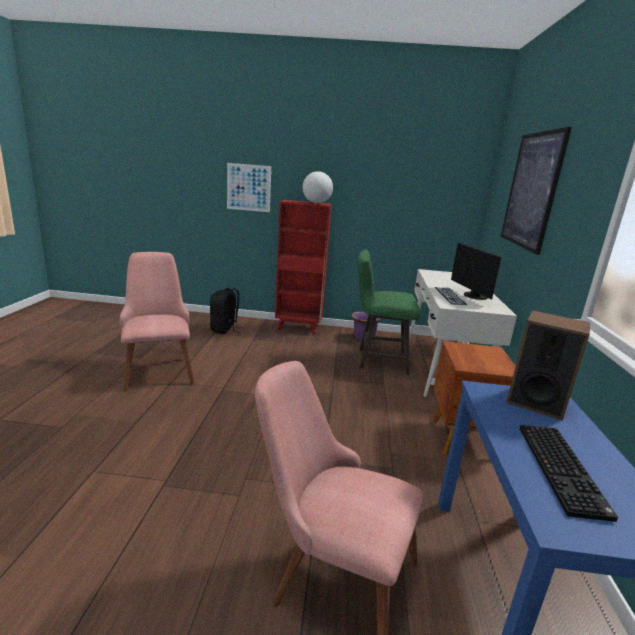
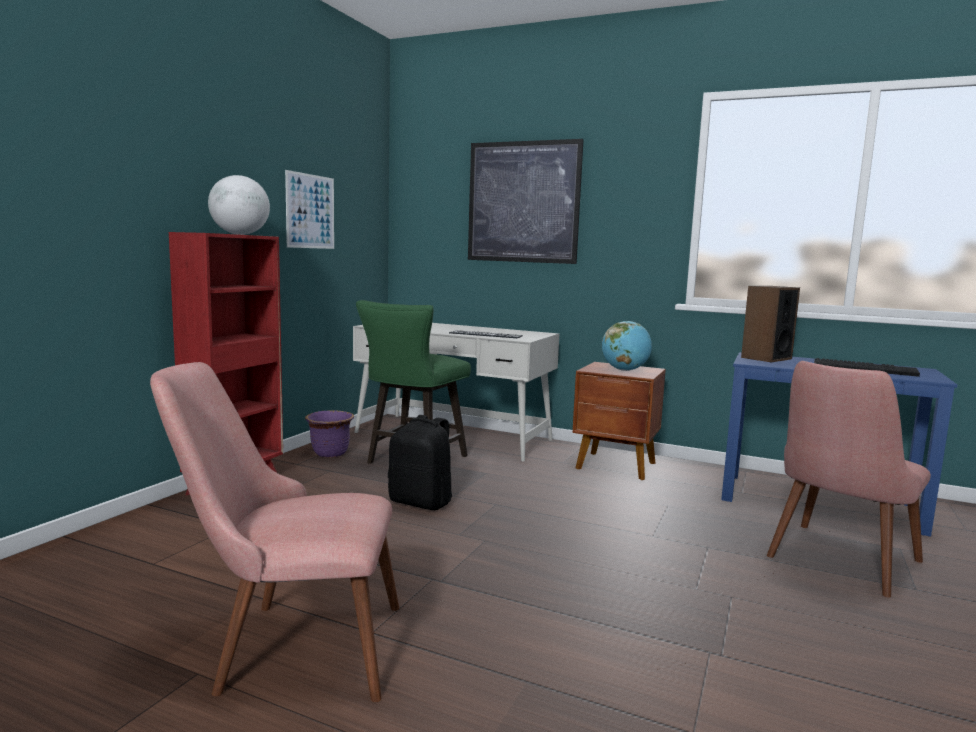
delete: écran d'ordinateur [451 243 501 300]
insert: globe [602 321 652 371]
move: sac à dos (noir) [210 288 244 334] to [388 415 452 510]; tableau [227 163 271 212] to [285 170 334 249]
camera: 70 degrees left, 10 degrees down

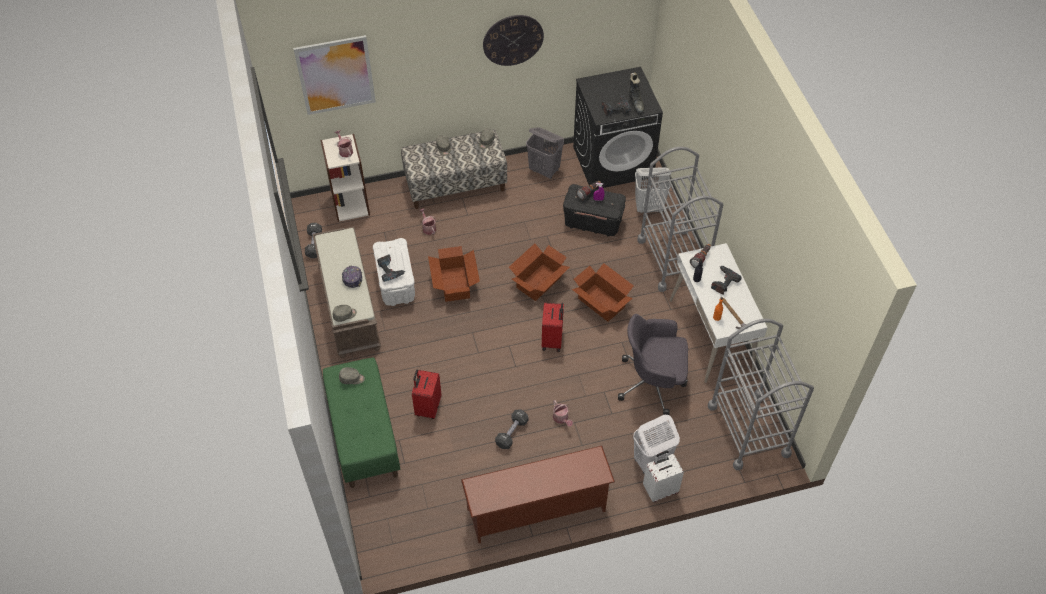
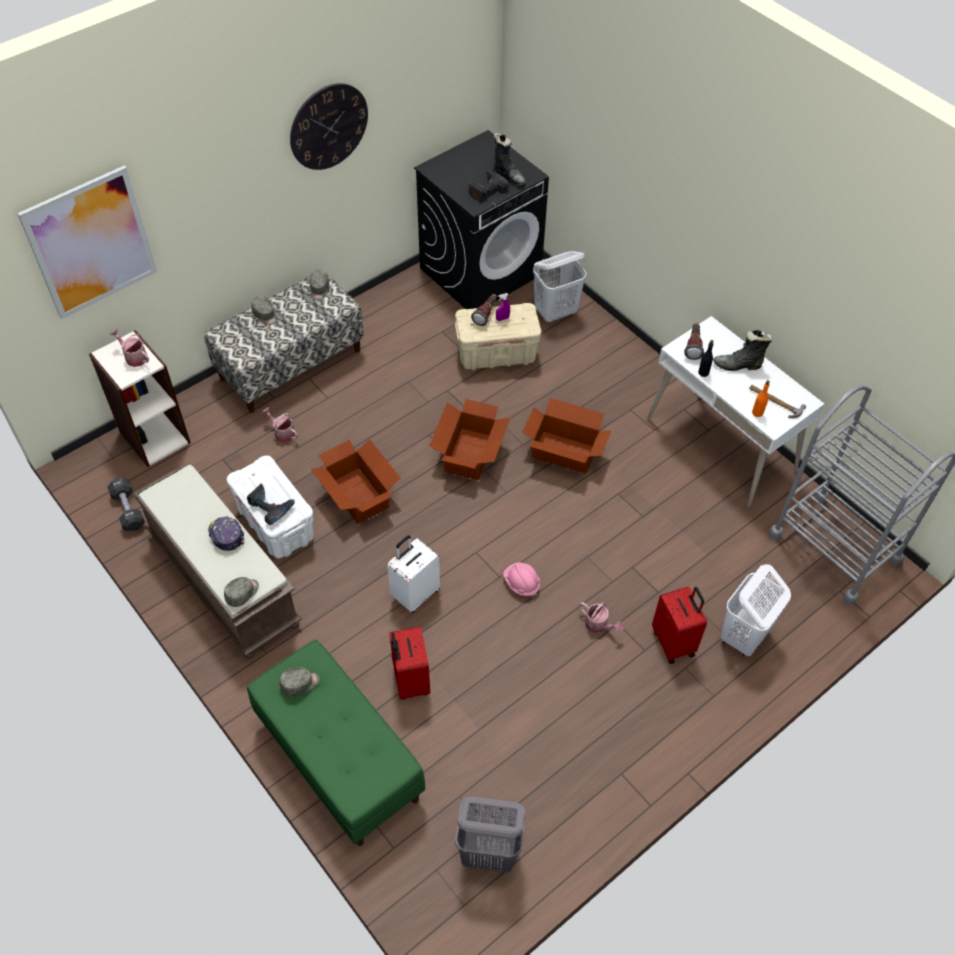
delete: étagère à chaussures (marron) [461 446 615 543]; haltère (noir) [495 410 529 449]; chaise de bureau (gris) [618 314 688 415]; chariot (gris) [638 146 723 292]
insert: casque de chantier (rose) [503 562 540 597]
move: panier à linge (gris) [526 127 564 179] to [455 796 525 873]; valise (rouge) [542 303 564 352] to [652 587 707 664]; valise (blanc) [643 450 684 502] to [387 535 440 613]
replace: perceuse [711 266 742 295] to botte (noir) [713 330 772 371]
recolor: boîte de rangement (noir) [563 184 626 237] to boîte de rangement (beige) [455 303 541 370]
camera: 25 degrees left, 0 degrees up

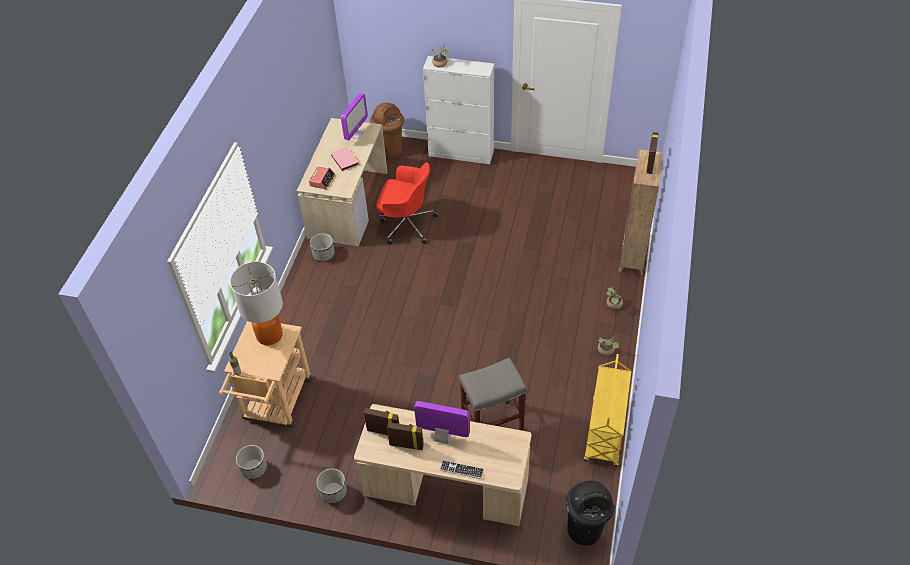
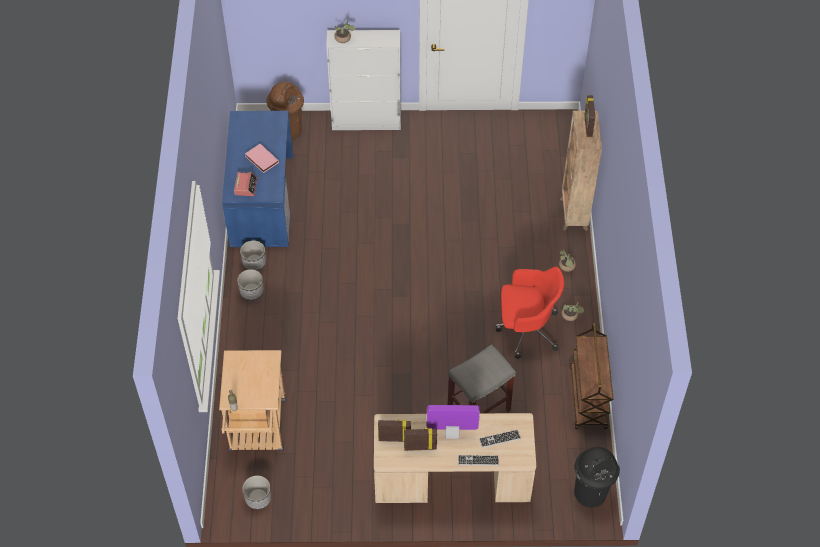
delete: lampe de table [230 261 283 345]; écran d'ordinateur [341 93 367 140]
insert: clavier [479 430 521 448]
move: cache-pot [316 468 347 504] to [237 269 264 300]; chaise de bureau (rouge) [376 162 438 245] to [496 266 564 359]
recolor: bureau (beige) [297 118 387 246] to bureau (bleu) [222 111 293 247]; chariot (jaune) [584 354 631 467] to chariot (marron) [569 323 613 429]
camera: 15 degrees left, 5 degrees up

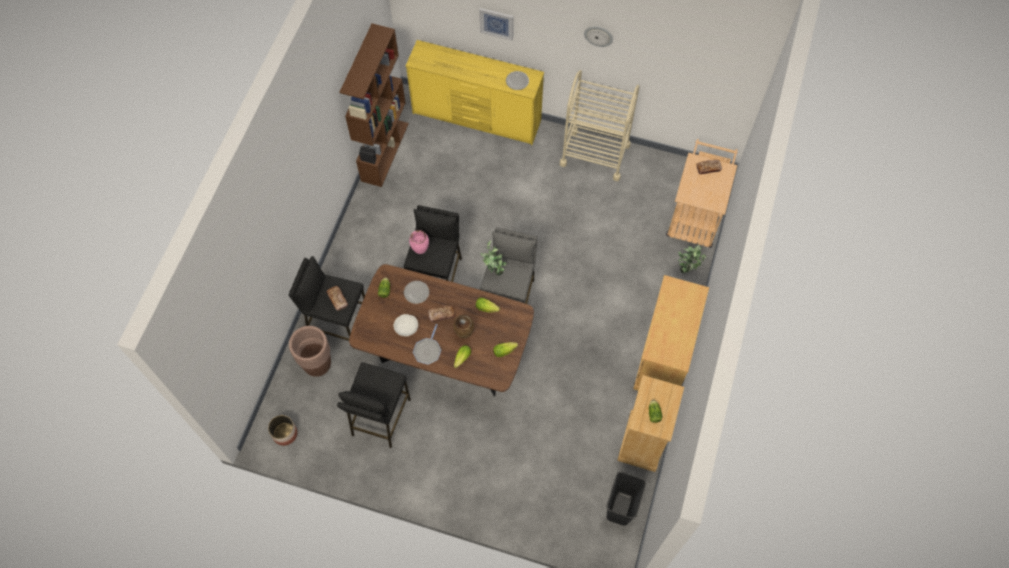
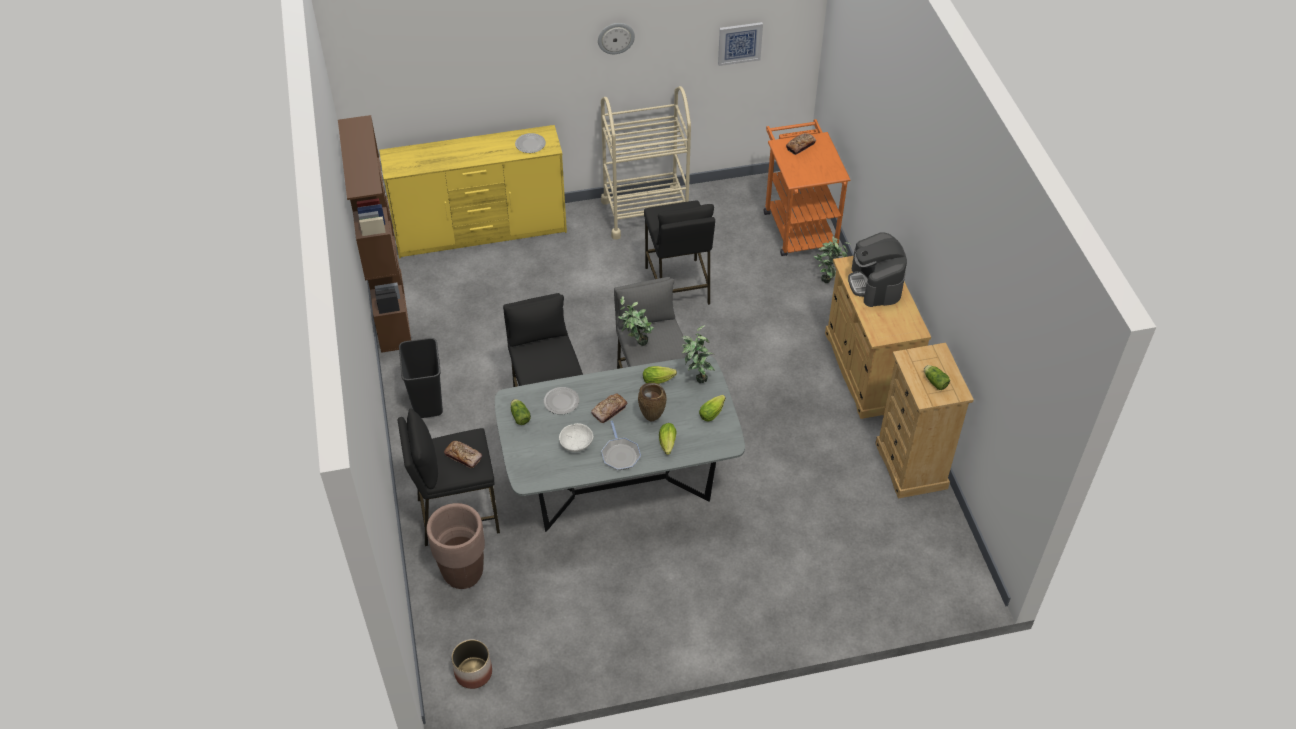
delete: vase (rose) [409 230 429 254]
insert: plante en pot [681 325 715 383]; machine à café [848 232 907 307]
move: tabouret (noir) [337 362 411 448] to [644 201 715 305]; tableau [479 8 513 41] to [718 22 763 66]; poubelle (noir) [607 471 646 526] to [399 338 443 418]
recolor: table à manger (marron) [349 264 534 397] to table à manger (gris) [495 356 745 532]; chariot (beige) [666 139 738 248] to chariot (orange) [764 119 851 256]
camera: 30 degrees left, 15 degrees down

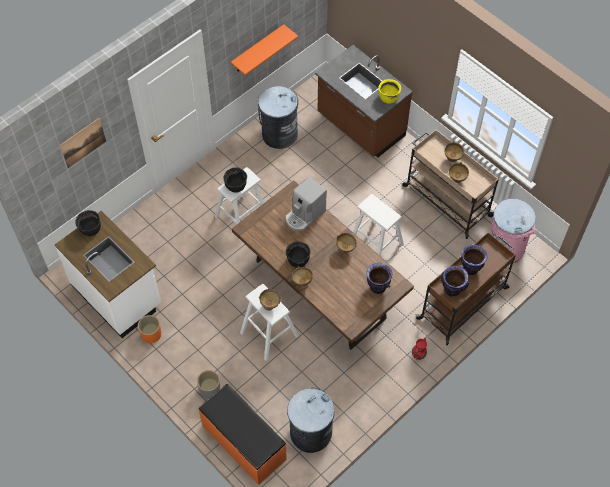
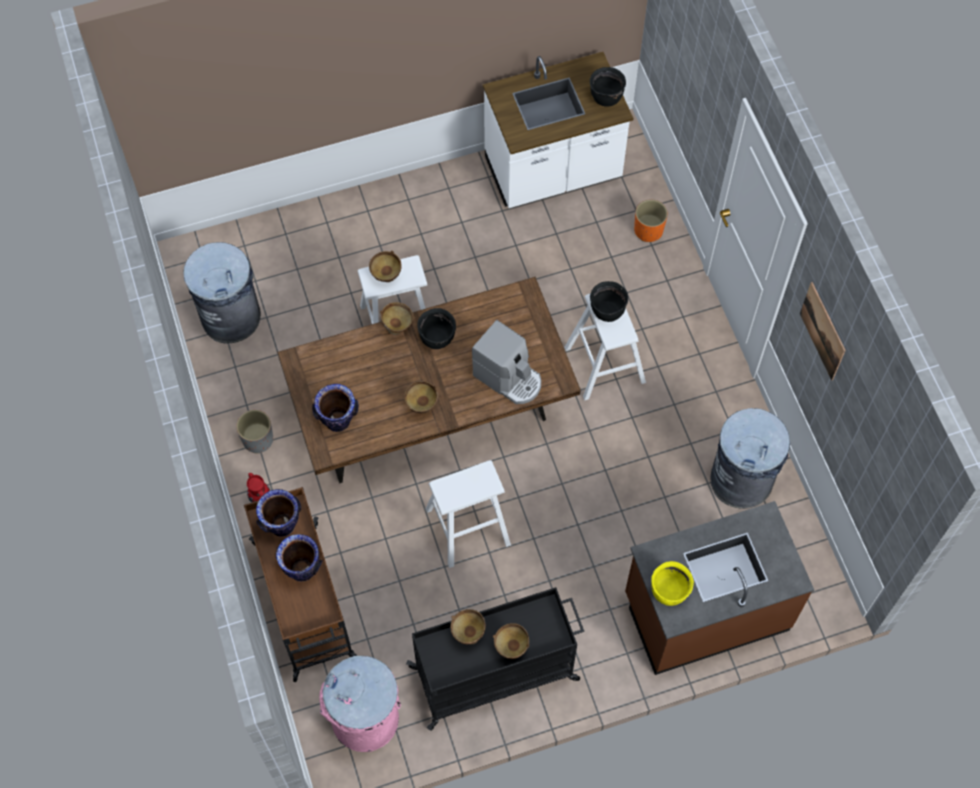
delete: banc (orange) [198 384 287 485]; étagère (orange) [231 24 298 75]
move: tableau [60 118 106 168] to [800 282 846 381]; cache-pot (orange) [138 315 161 344] to [634 199 668 242]; cache-pot (gris) [197 370 220 399] to [236 410 273 454]
recolor: chariot (beige) [402 129 499 239] to chariot (noir) [406 587 584 731]
rotate: machine à café [286 177 327 231] = [472 320 541 404] 150 degrees clockwise
camera: 115 degrees right, 5 degrees up

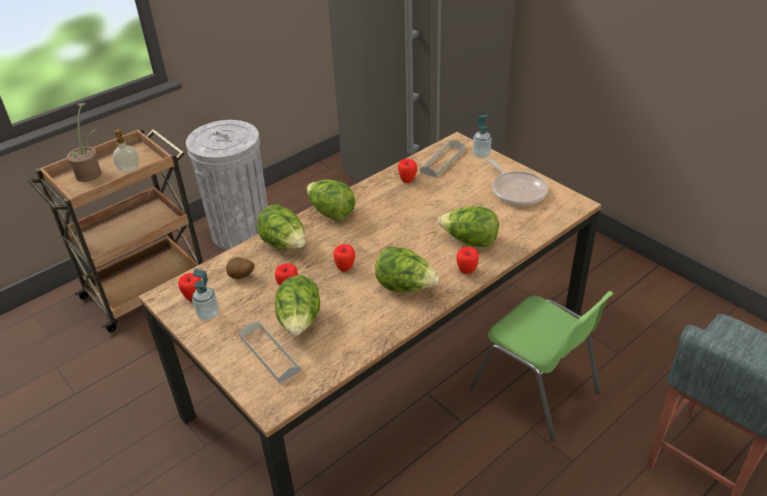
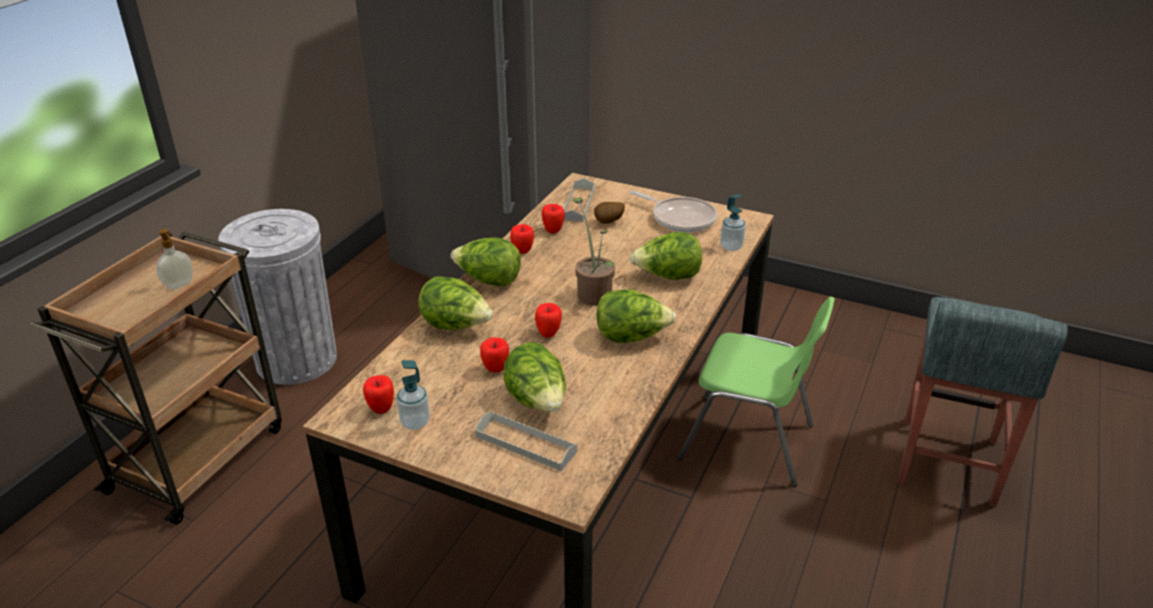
move: plante en pot [67 103 102 182] to [572 198 615 306]; pomme de terre [226 257 254 279] to [594 202 625 224]; pomme [456 247 479 274] to [510 224 534 254]; distributeur de savon [473 115 491 158] to [720 194 746 251]
camera: 25 degrees left, 5 degrees down

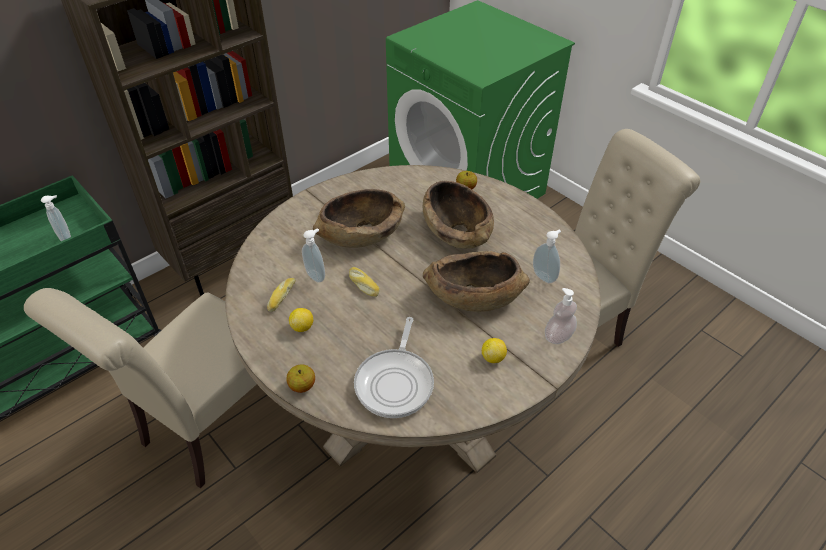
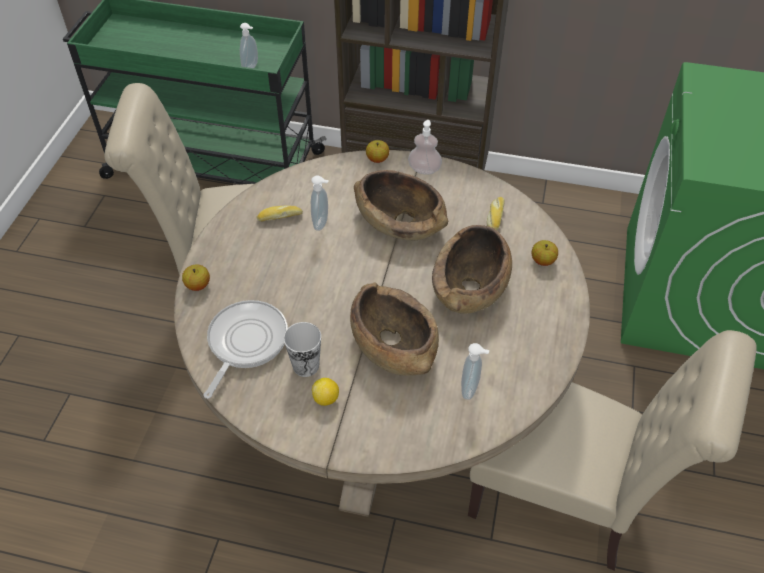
delete: citron [289 308 313 332]
insert: tasse [284 322 321 377]; pomme [366 140 389 163]
move: pain [349 267 380 297] to [487 197 505 230]; distributeur de savon [545 288 577 344] to [408 120 442 175]
rotate: poêle [354 317 434 418] = [203 300 288 399] 135 degrees clockwise
camera: 55 degrees right, 5 degrees up

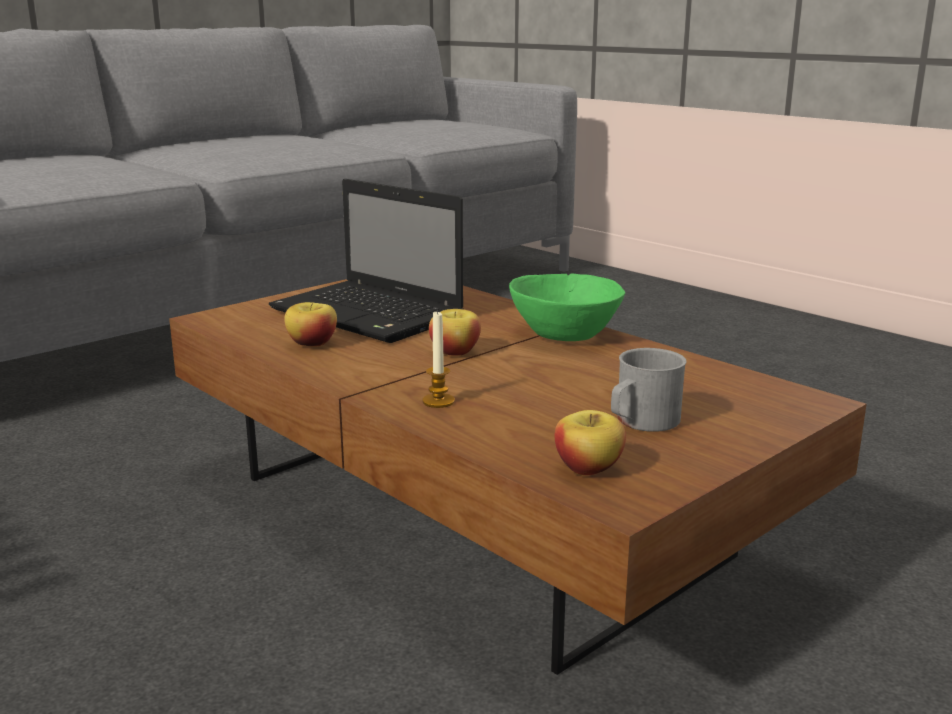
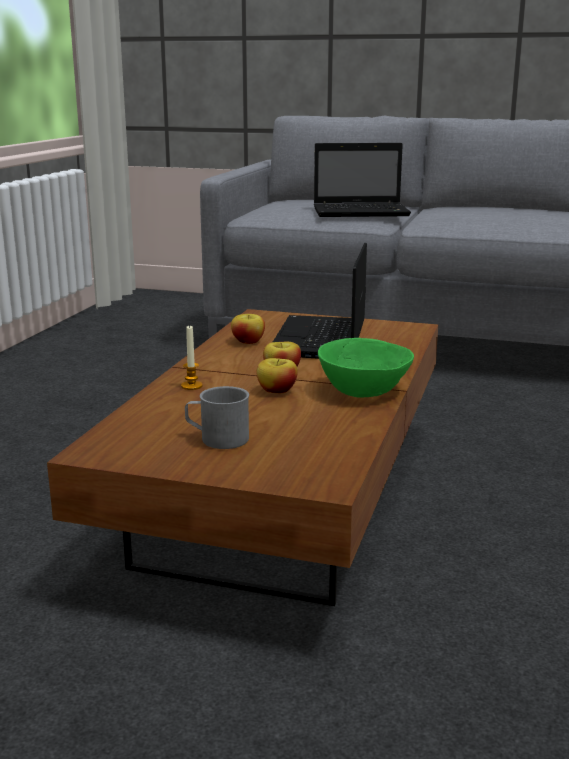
insert: ordinateur portable [314 143 411 217]
move: pomme [555 410 626 475] to [256 358 298 393]
camera: 60 degrees right, 0 degrees up

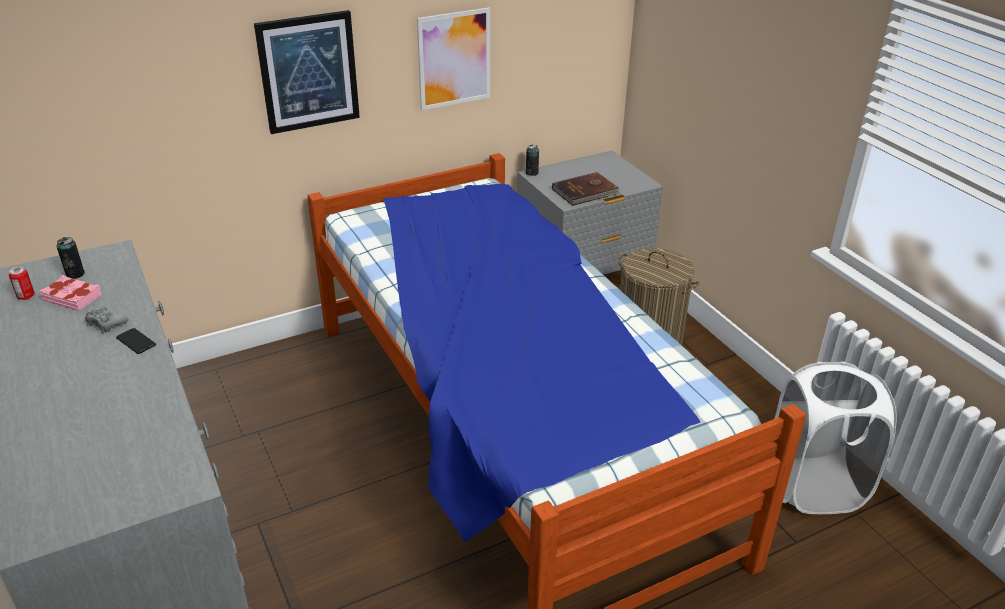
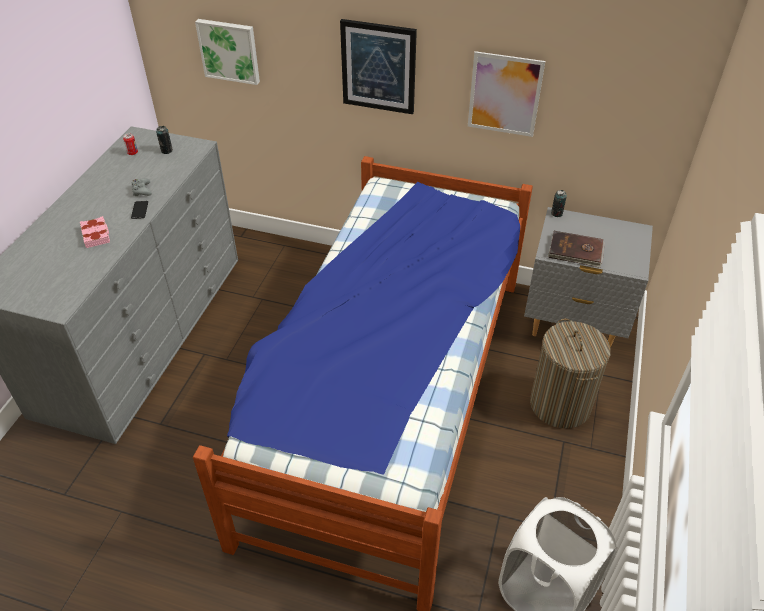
insert: tableau [195 19 260 85]
move: livre (rose) [39 275 102 311] to [80 216 110 248]
camera: 45 degrees right, 10 degrees up

